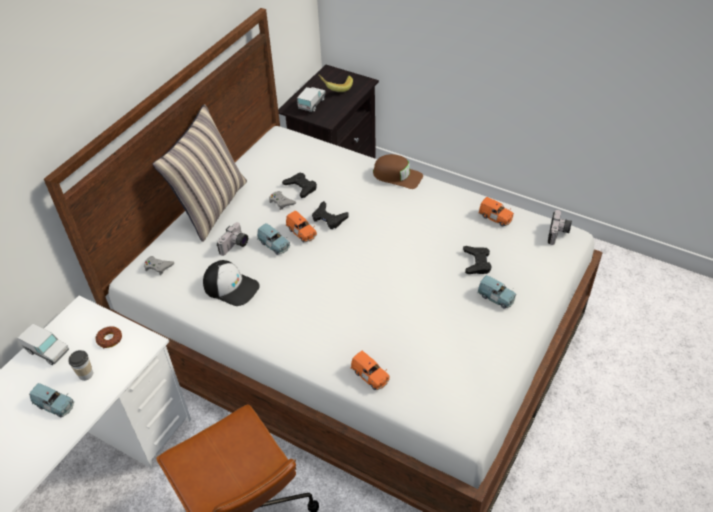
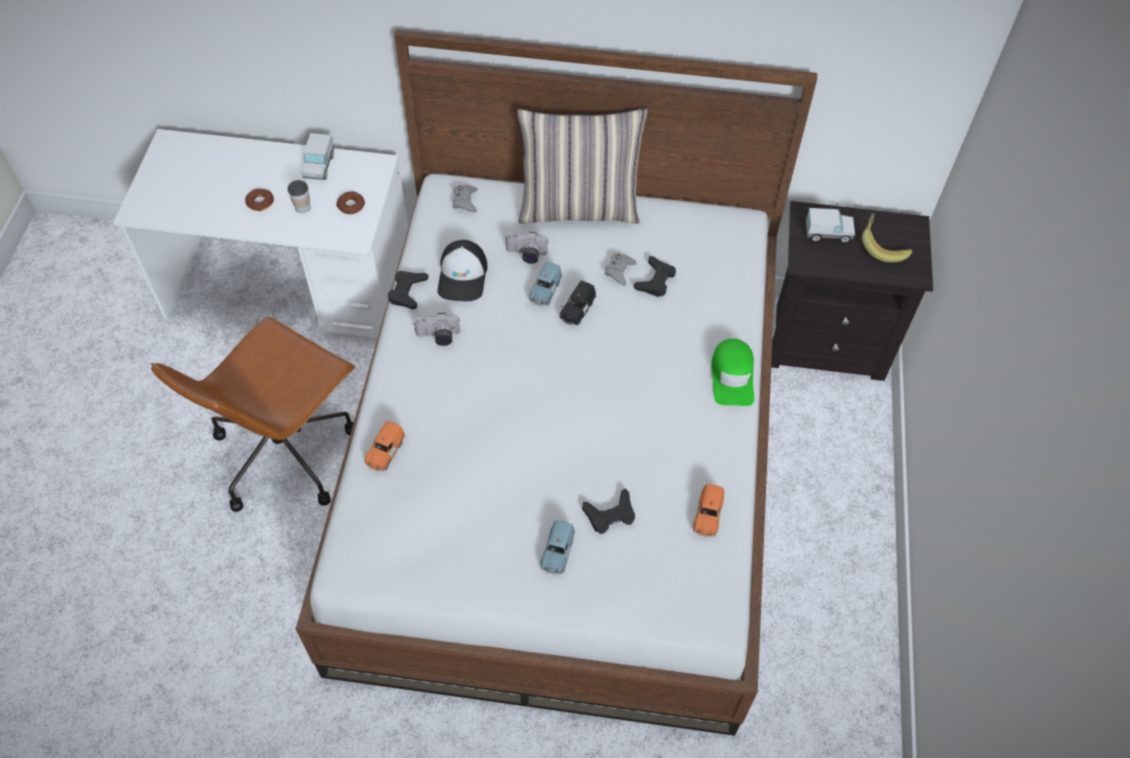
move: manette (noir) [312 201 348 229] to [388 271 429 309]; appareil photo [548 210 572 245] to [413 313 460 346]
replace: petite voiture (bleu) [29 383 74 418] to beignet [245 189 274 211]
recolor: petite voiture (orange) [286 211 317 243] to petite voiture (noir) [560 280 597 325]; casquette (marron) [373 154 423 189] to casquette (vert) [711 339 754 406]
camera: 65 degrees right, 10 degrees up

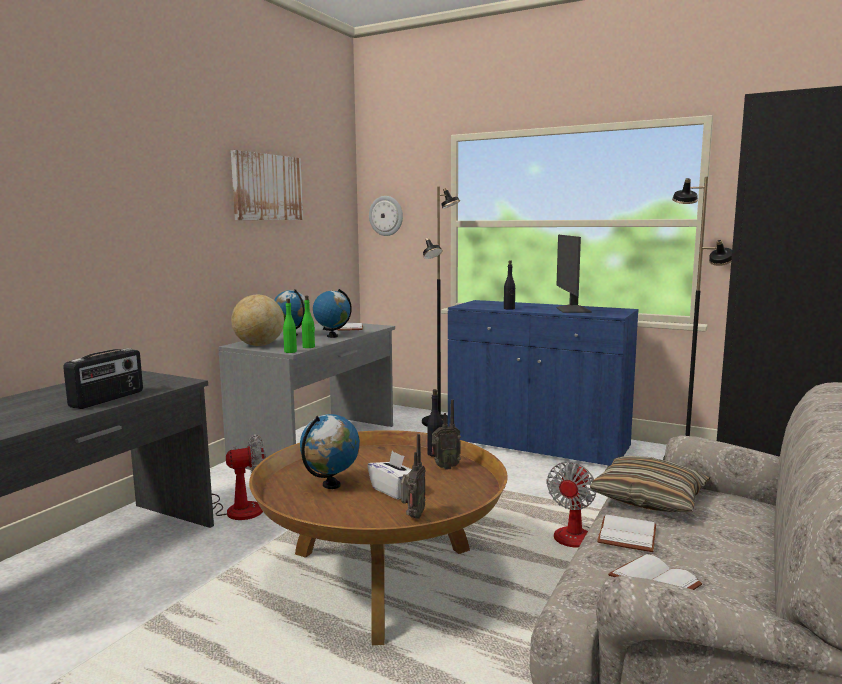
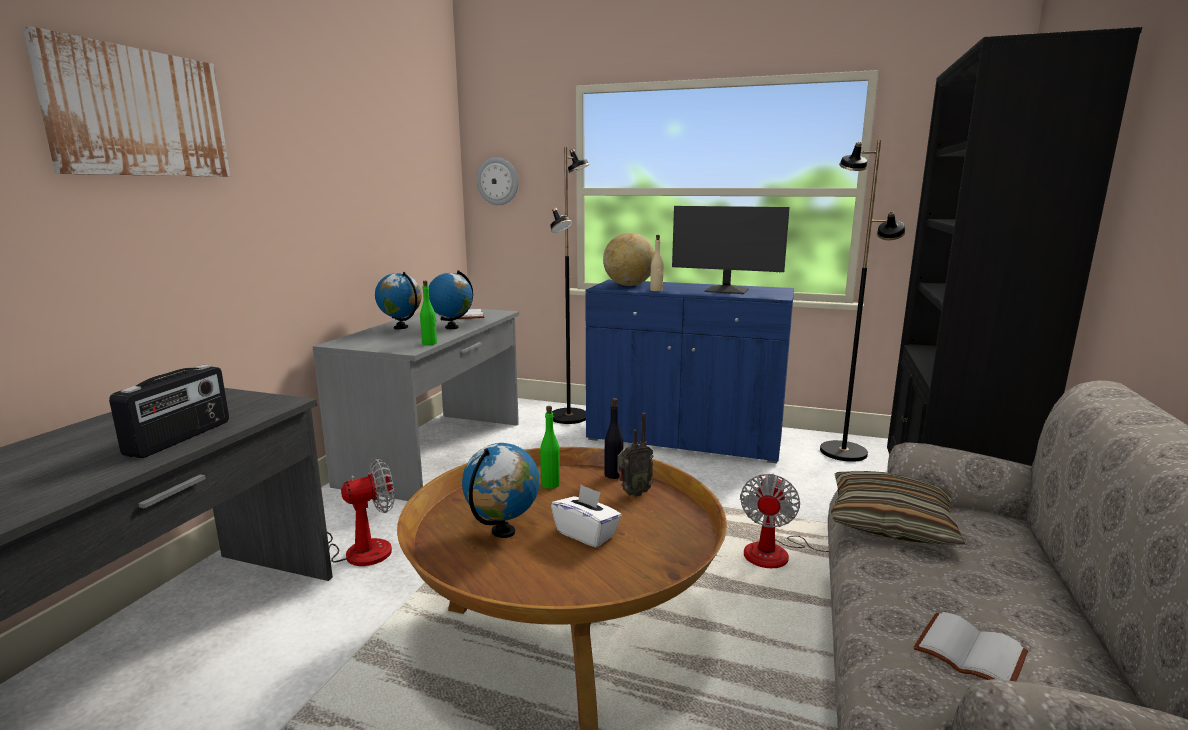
delete: radio [401 434 426 519]; livre (blanc) [597 515 656 552]
move: tableau [231 150 303 220] to [23 27 230 177]; globe [231 295 284 346] to [603 233 655 286]; bouteille (vert) [283 298 297 353] to [540 406 560 489]
recolor: bouteille (noir) [504 260 515 310] to bouteille (beige) [650 235 663 291]
rotate: écran d'ordinateur [556 235 592 313] = [672 206 790 294] 60 degrees counterclockwise
camera: 10 degrees left, 5 degrees up

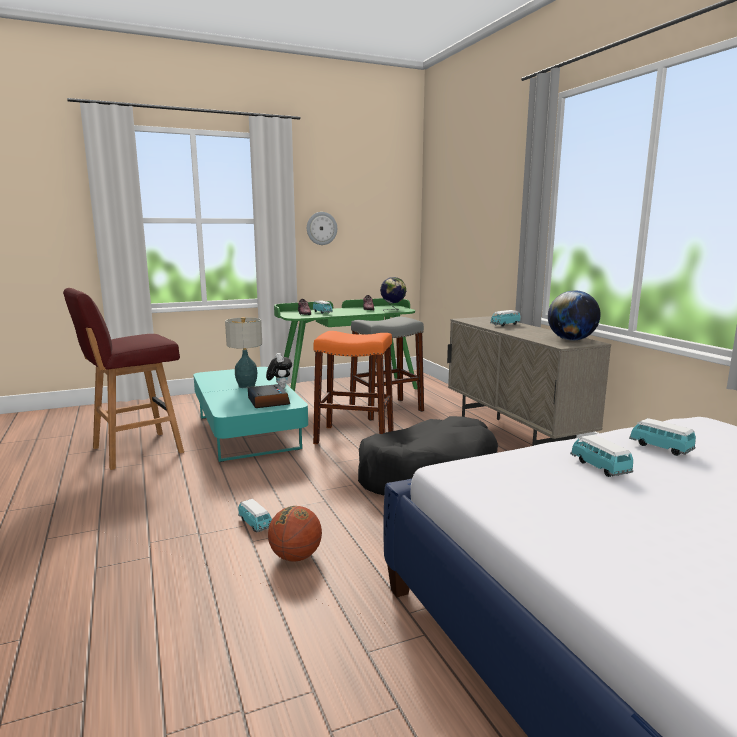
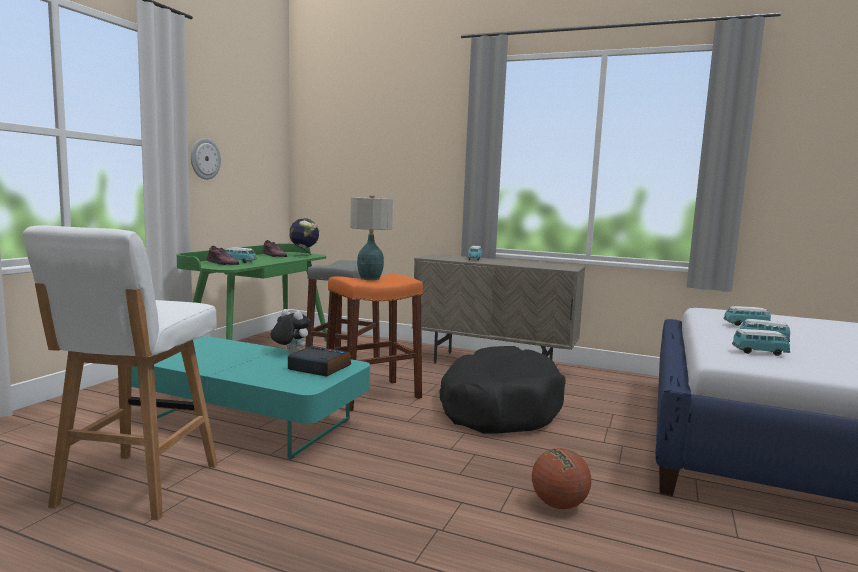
delete: globe [548 290 600 340]
move: lampe de table [225 317 262 388] to [350 195 393 280]; petite voiture [238 499 272 532] to [732 329 790 356]
recolor: tabouret (rouge) [63 288 184 470] to tabouret (blanc) [22 225 218 520]
camera: 45 degrees left, 5 degrees down

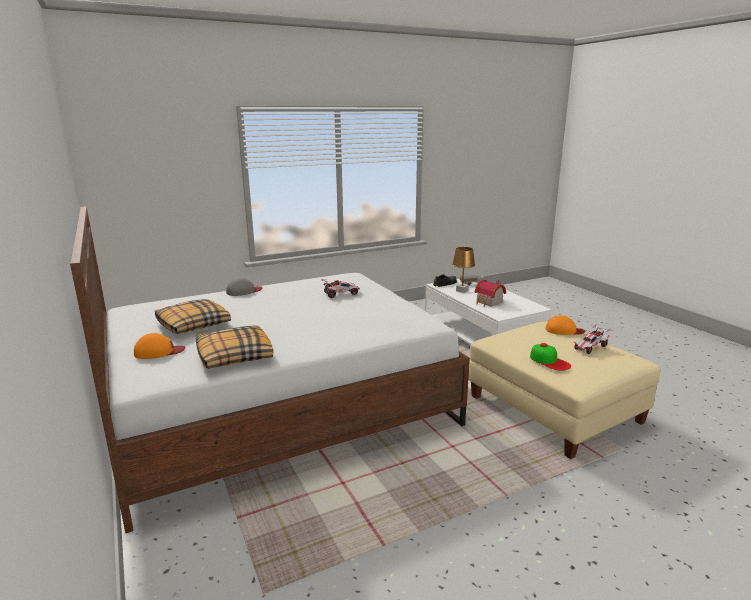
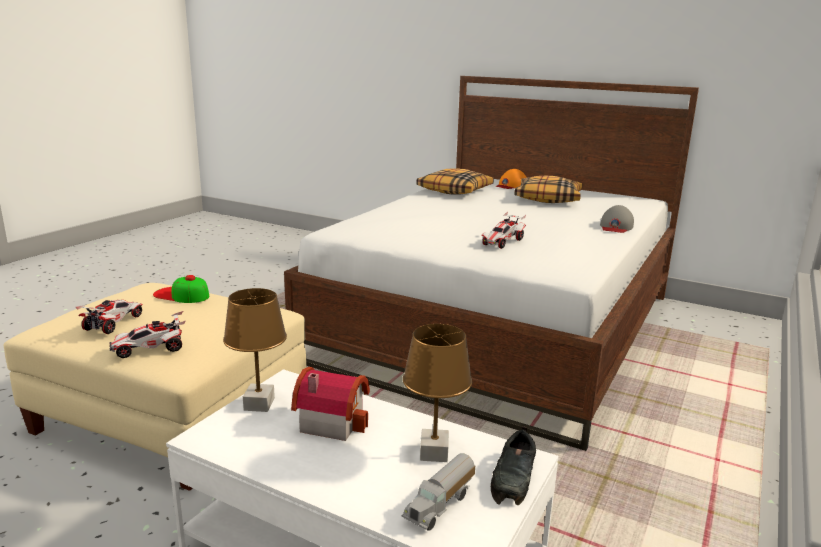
insert: lampe de table (marron) [223 288 287 412]
replace: casquette (orange) [545 315 585 335] to petite voiture [109 311 185 358]
camera: 145 degrees right, 0 degrees up

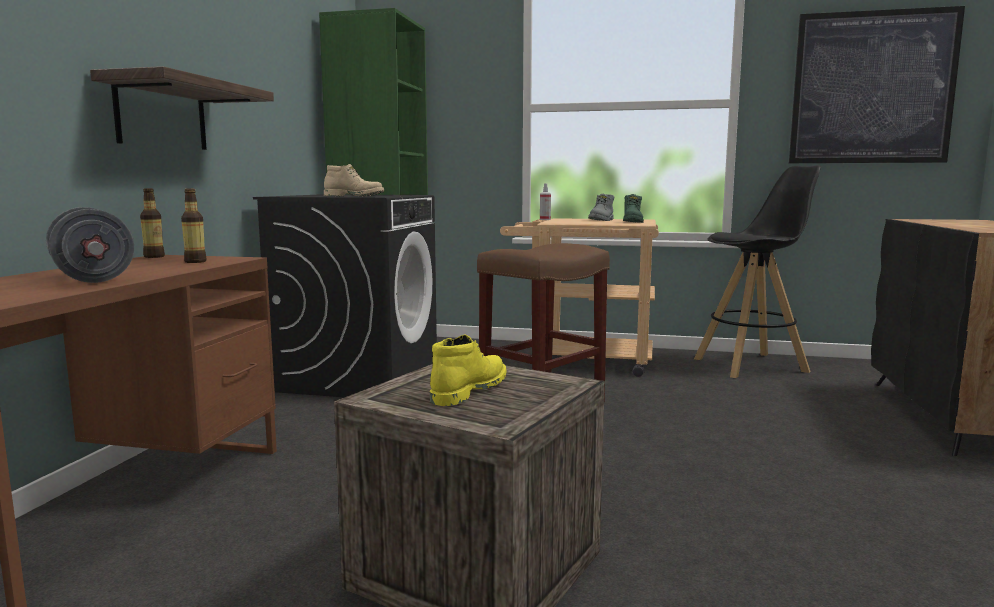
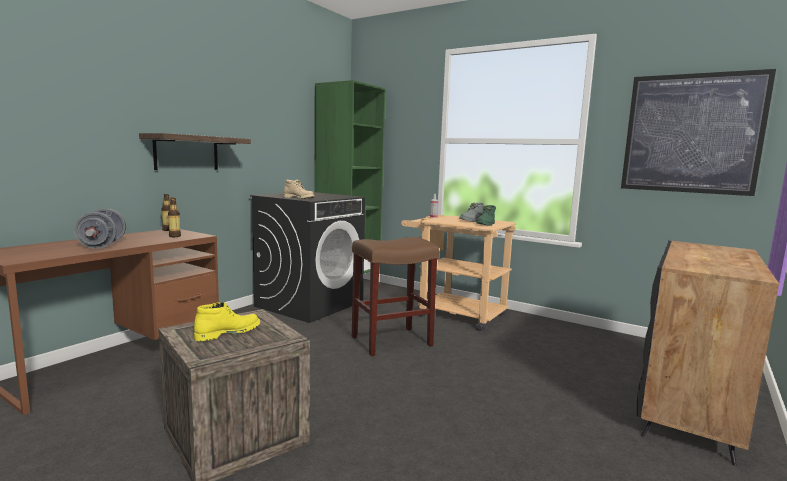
delete: tabouret (noir) [694 165 821 378]
camera: 20 degrees right, 0 degrees up

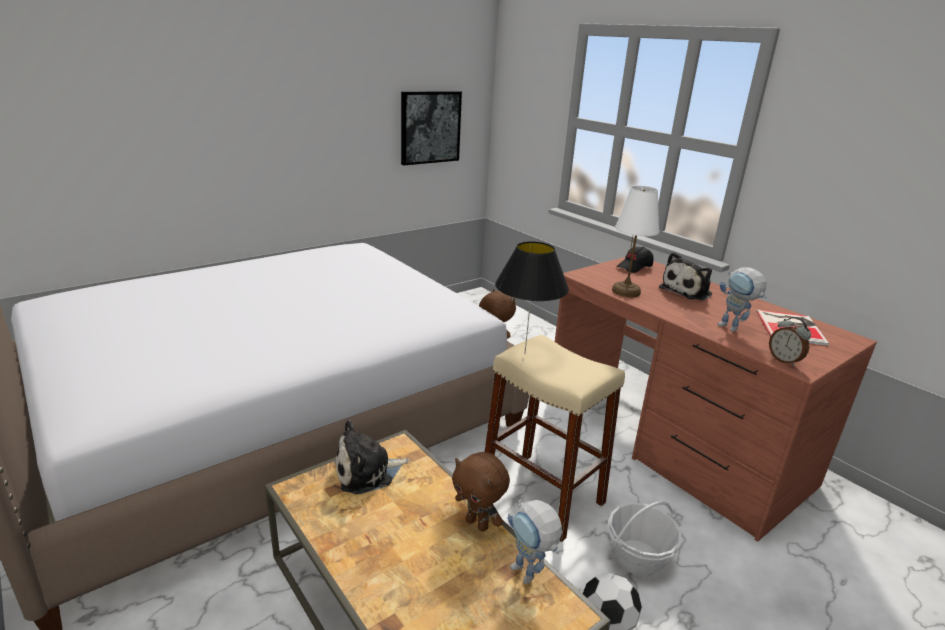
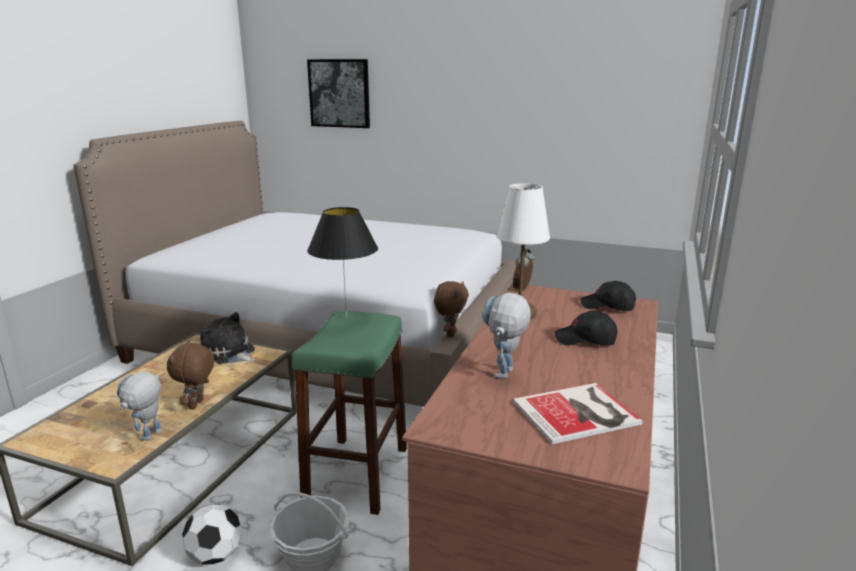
move: tableau [401 91 462 165] to [307 59 370 128]; réveil [769 317 811 366] to [513 249 535 292]
replace: peluche [659 252 712 300] to casquette (noir) [555 311 618 346]
recolor: tabouret (beige) [485 335 625 542] to tabouret (vert) [292 311 407 515]
camera: 60 degrees right, 5 degrees down

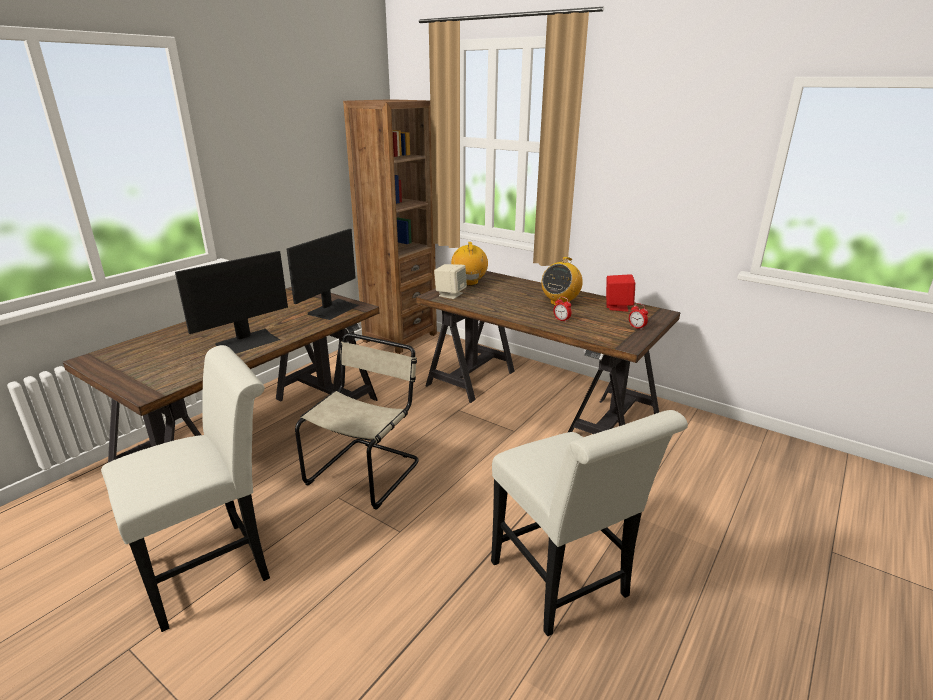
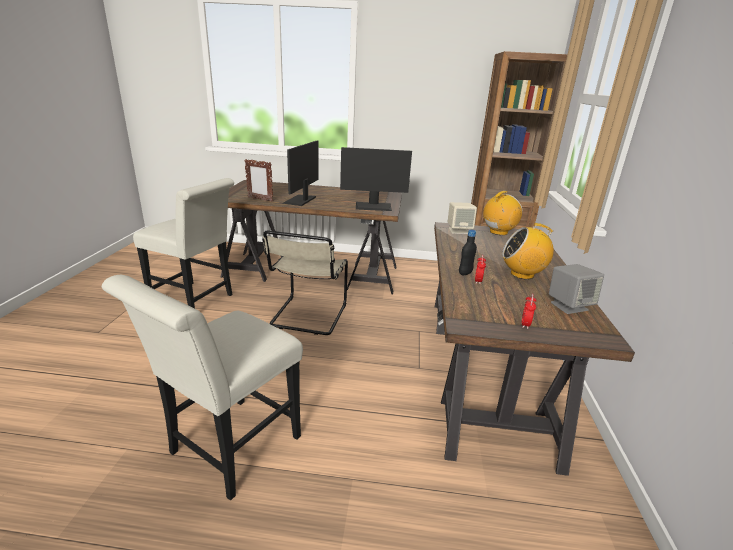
insert: cadre photo [244 159 273 202]; bouteille (noir) [459 230 477 275]
recolor: enceinte (rouge) [606 275 635 312] to enceinte (gris) [549 264 604 314]
rotate: écran d'ordinateur [175 251 288 354] = [282 141 319 206] 90 degrees clockwise; chaise (beige) [295 333 418 510] = [262 230 348 335] 105 degrees clockwise
camera: 60 degrees right, 0 degrees up

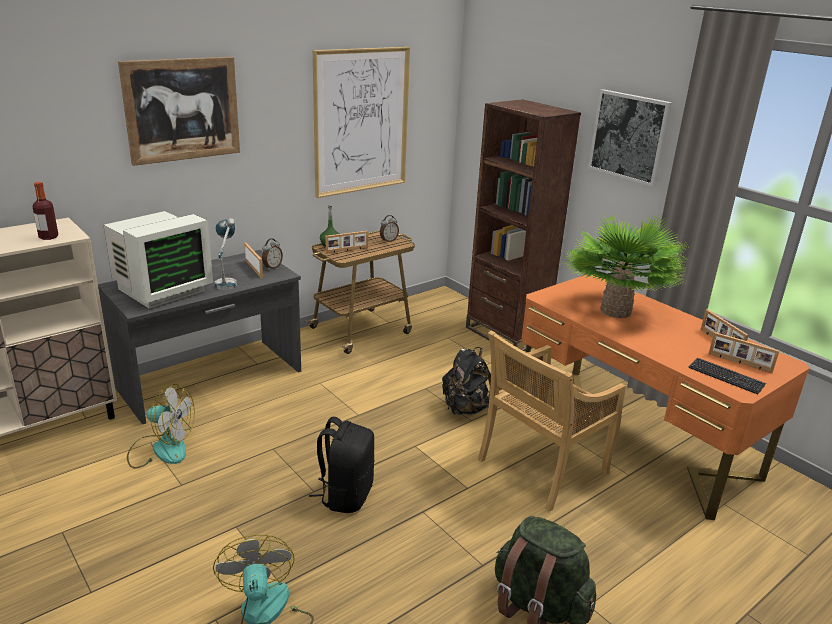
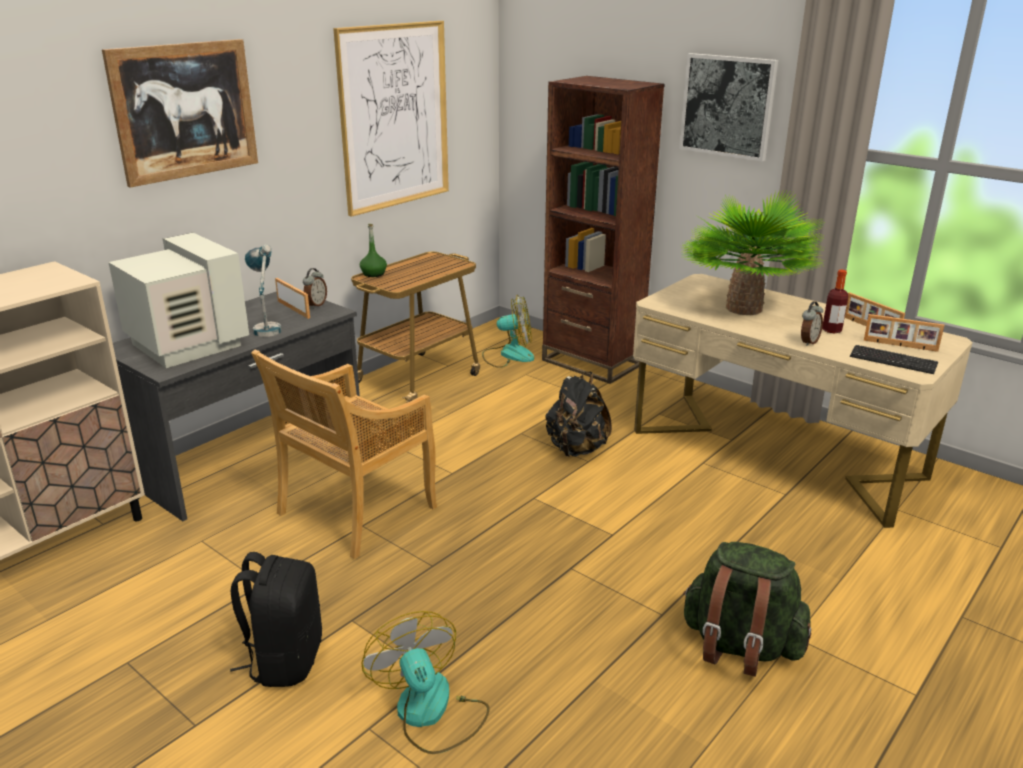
delete: cadre photo [326 231 368 254]
move: bouteille [33 182 59 240] to [822 269 848 334]; ventilateur [127 384 195 468] to [482 295 534 368]; sac à dos (noir) [309 417 375 513] to [230 552 322 687]; réveil [380 215 399 242] to [801 301 823 346]; chaise (beige) [478 331 626 512] to [251 349 437 559]
recolor: bureau (orange) [522 275 810 520] to bureau (beige) [633 274 973 528]
rotate: écran d'ordinateur [104 211 213 309] = [108 233 249 368] 75 degrees counterclockwise
camera: 10 degrees left, 0 degrees up

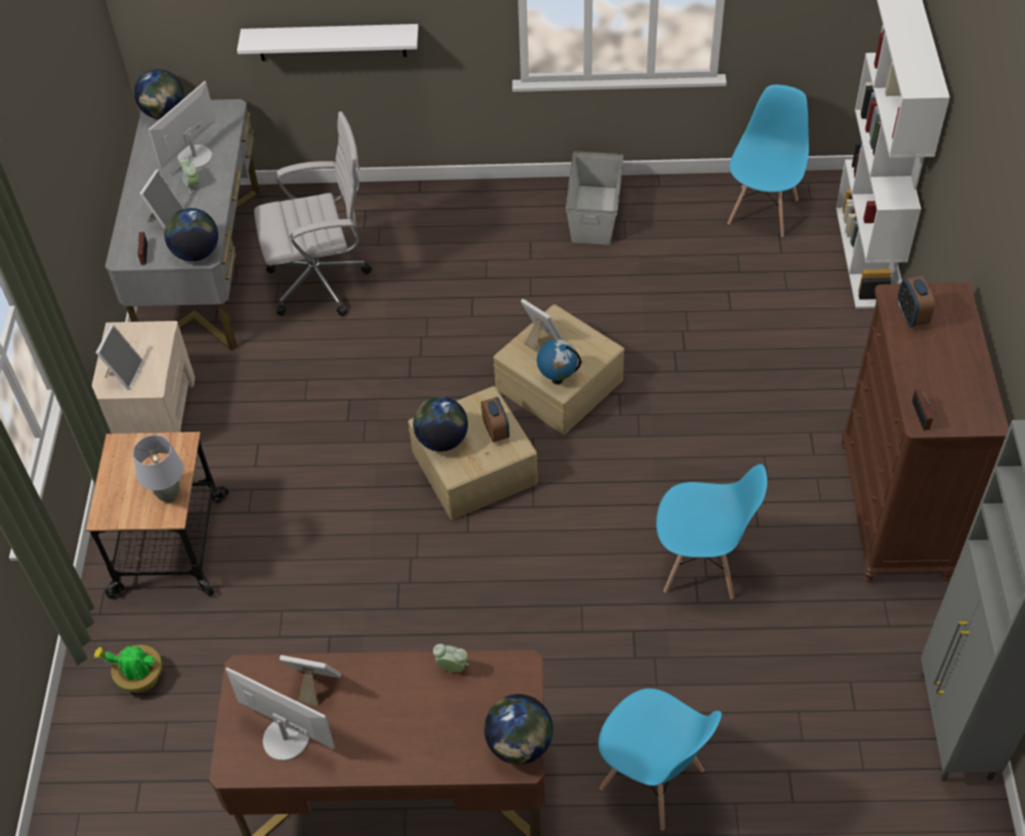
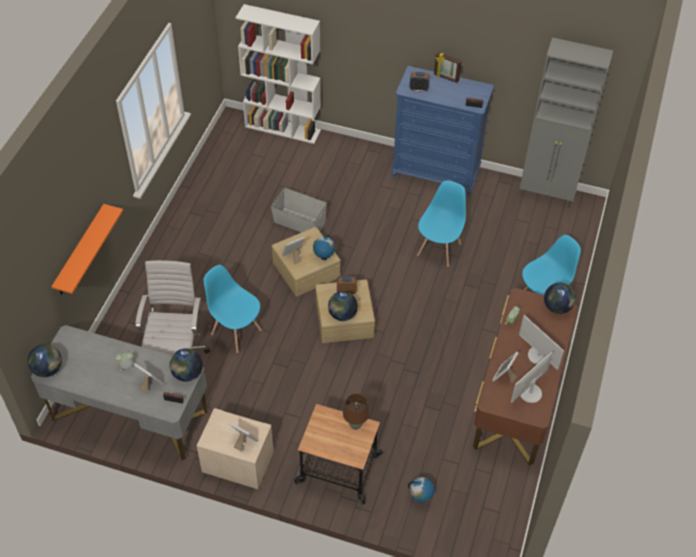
insert: cadre photo [434 52 462 83]
move: écran d'ordinateur [148 81 216 169] to [519 315 564 370]; boîte de rangement (gris) [565 151 624 245] to [271 187 327 232]; chaise (bleu) [728 85 809 237] to [204 265 262 353]
replace: plante en pot [94 645 162 693] to globe [408 477 435 503]
recolor: lampe de table (gris) [133 435 184 503] to lampe de table (marron) [343 394 370 430]; étagère (blanc) [237 24 418 61] to étagère (orange) [51 204 123 295]; commode (marron) [841 282 1009 582] to commode (bleu) [392 66 494 196]
camera: 75 degrees left, 0 degrees up

